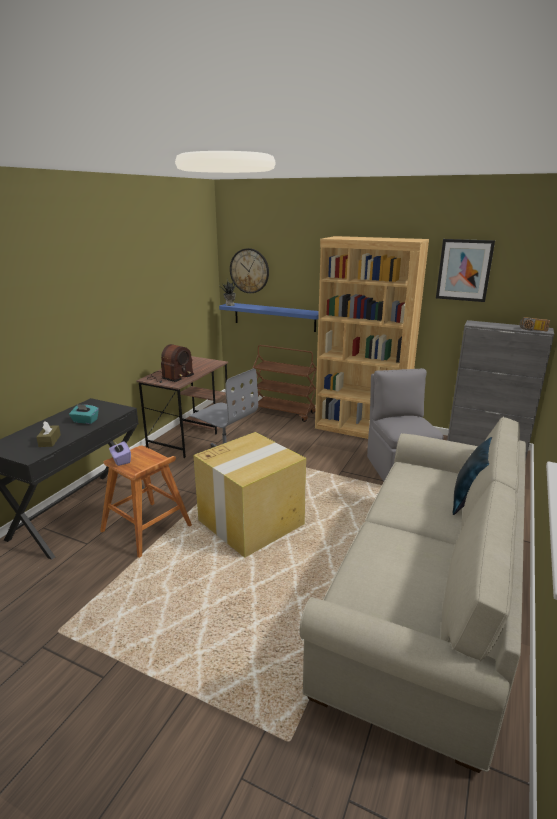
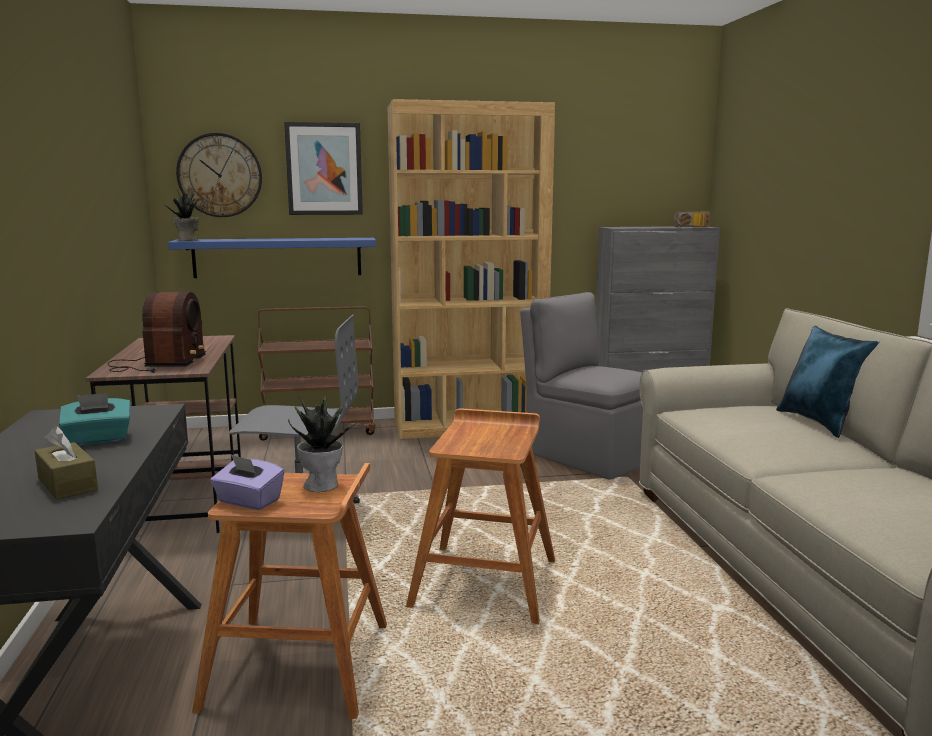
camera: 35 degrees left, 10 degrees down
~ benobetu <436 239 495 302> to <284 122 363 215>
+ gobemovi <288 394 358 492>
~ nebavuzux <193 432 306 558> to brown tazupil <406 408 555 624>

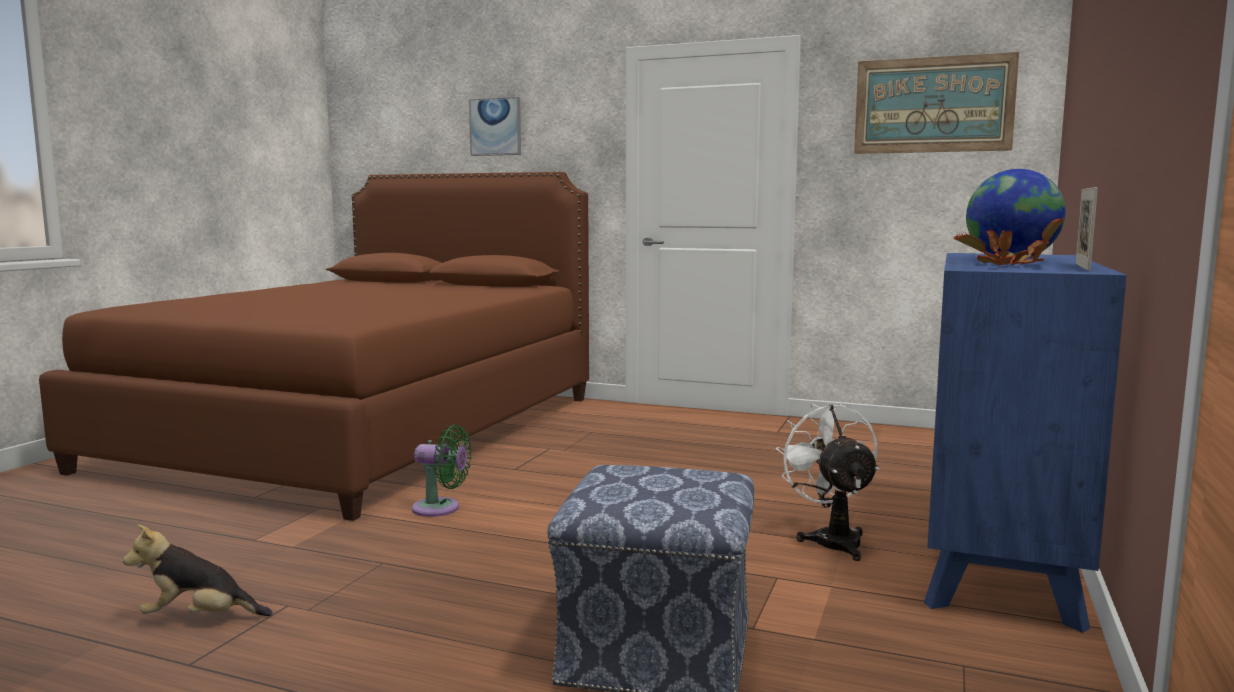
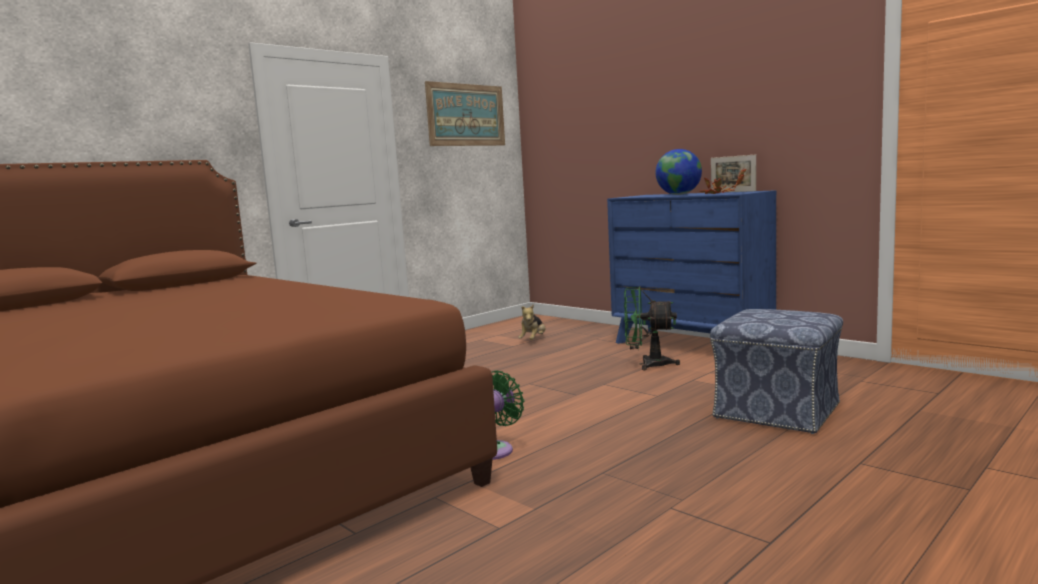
camera: 65 degrees left, 0 degrees up
~ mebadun <123 525 272 616> to <518 304 546 340>
~ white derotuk <776 403 879 561> to green derotuk <624 286 680 370>
- benobetu <469 97 521 156>

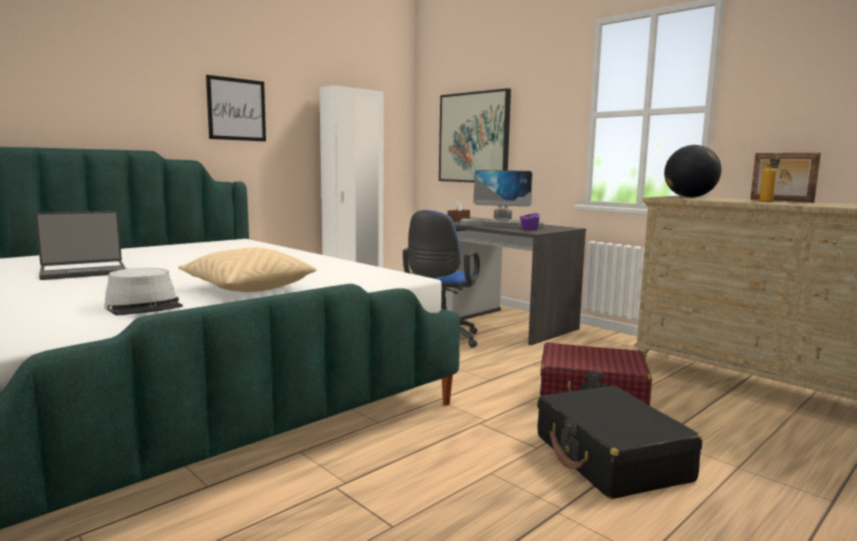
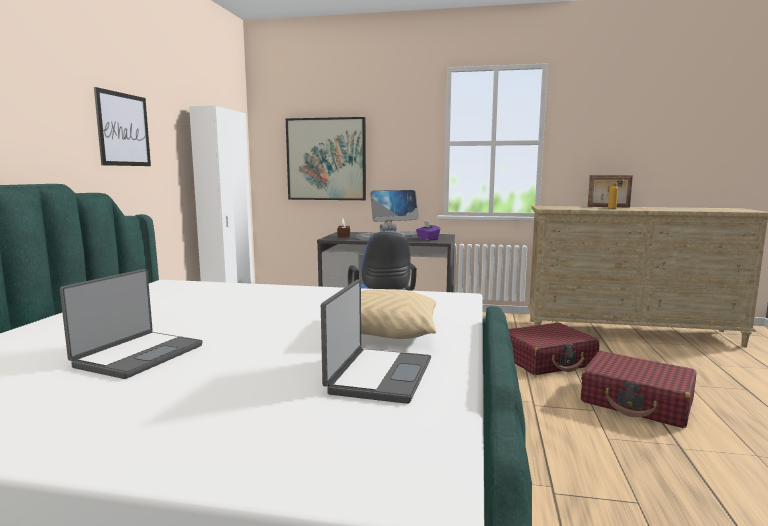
camera: 35 degrees left, 0 degrees up
~ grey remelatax <104 268 183 315> to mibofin <321 279 431 404>
~ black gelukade <537 385 702 499> to red gelukade <581 351 697 428>
- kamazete <664 145 721 198>

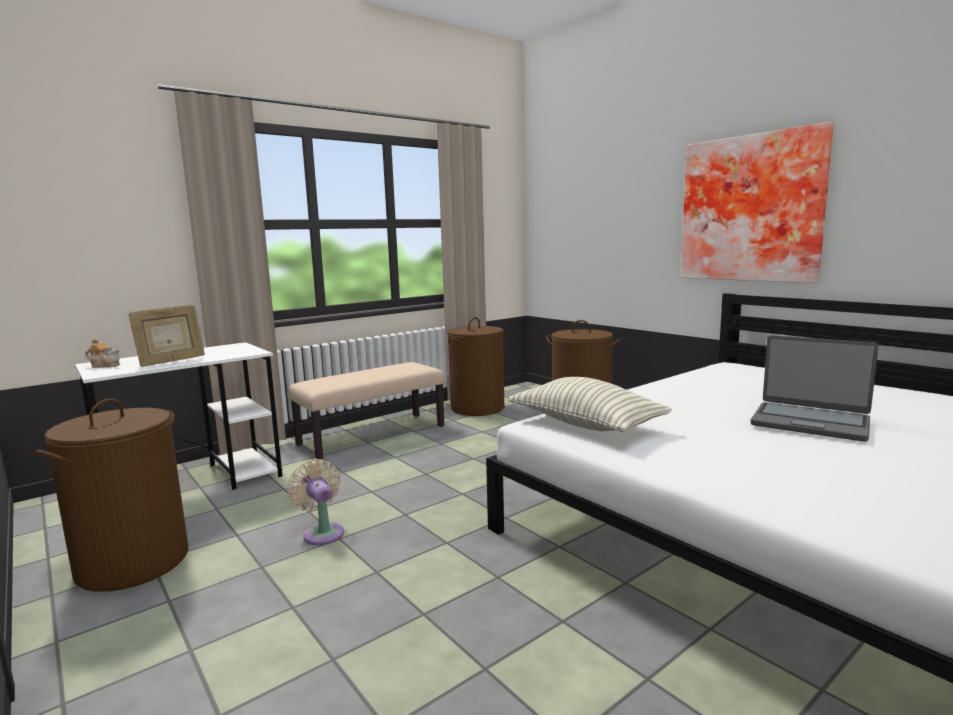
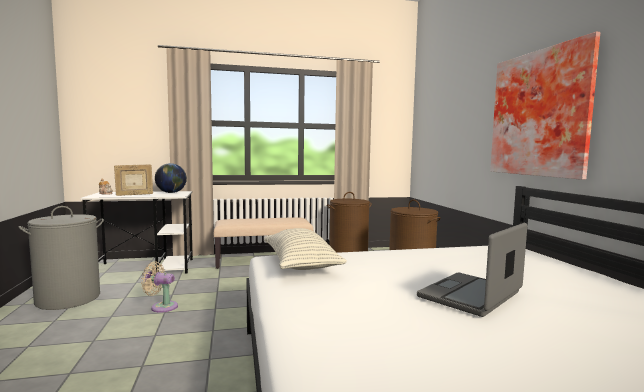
camera: 25 degrees right, 5 degrees down
~ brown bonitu <36 398 189 592> to grey bonitu <19 206 104 310>
~ beige derotuk <287 459 344 545> = <141 262 178 313> 75 degrees counterclockwise
+ kamazete <155 163 187 193>
~ mibofin <751 335 879 442> = <417 223 527 317> 75 degrees clockwise

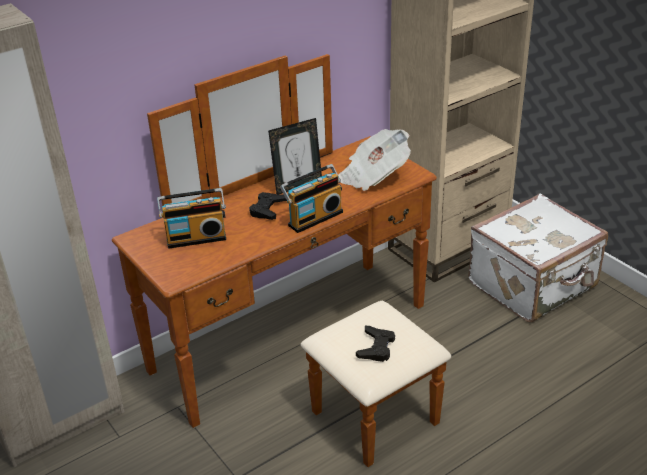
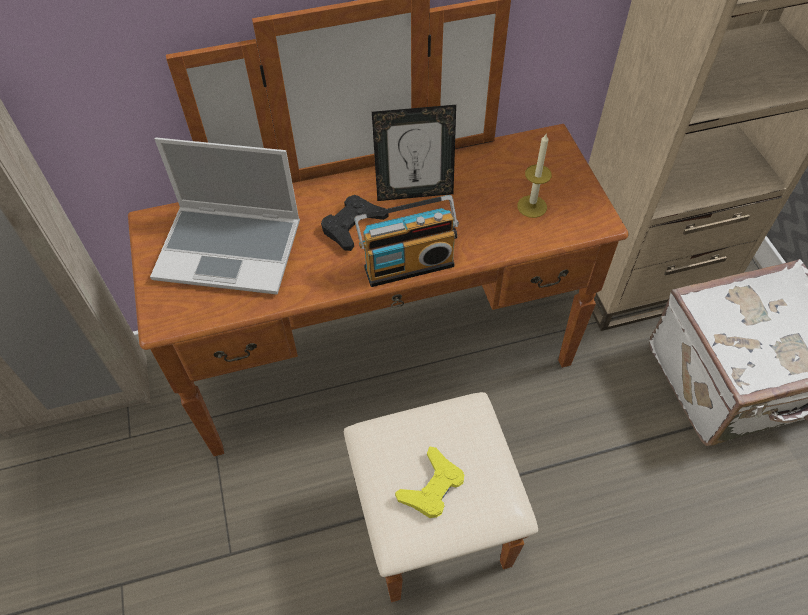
camera: 20 degrees right, 20 degrees up
~ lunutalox <157 188 226 249> to mibofin <150 138 300 295>
~ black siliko <356 326 395 362> to yellow siliko <395 446 464 518>
~ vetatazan <338 129 411 191> to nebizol <517 134 552 218>

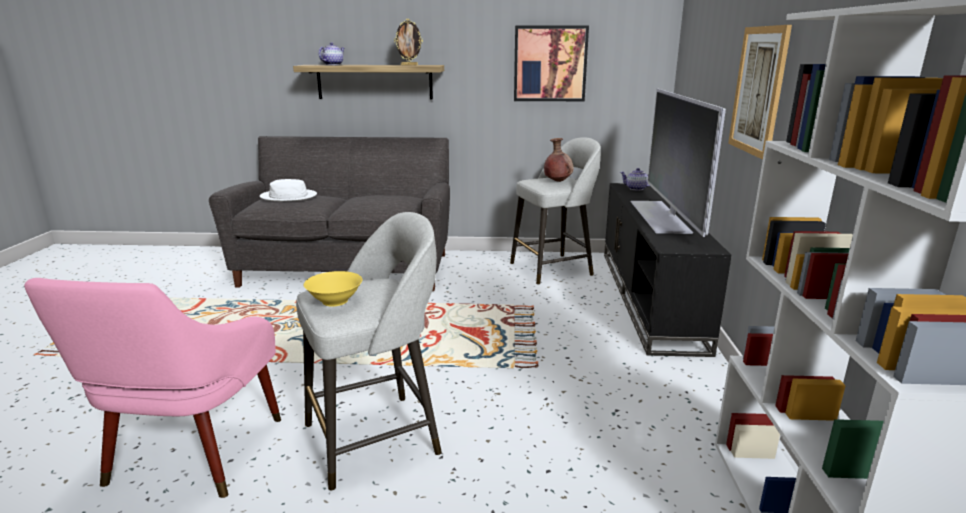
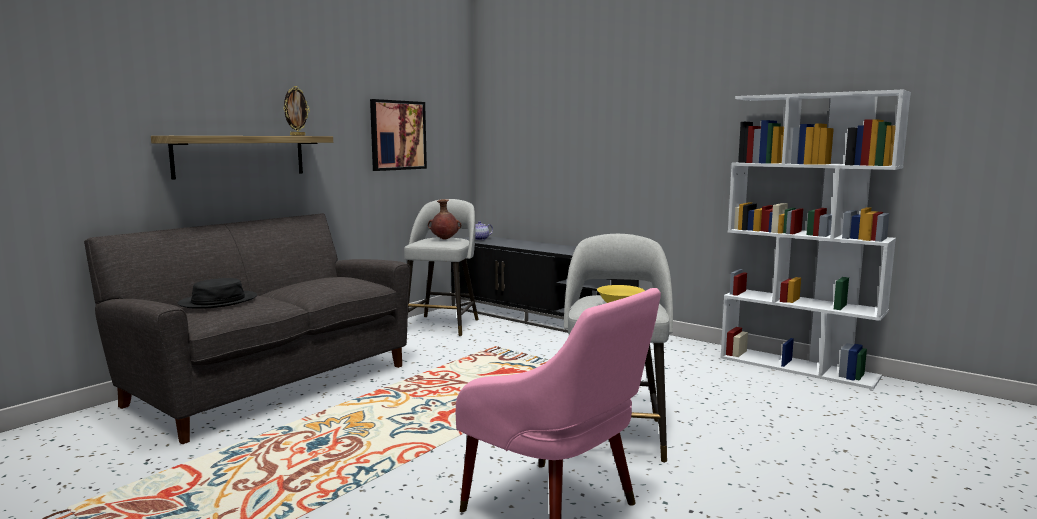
camera: 55 degrees left, 10 degrees down
~ white remelatax <260 179 317 201> to black remelatax <178 278 257 309>
- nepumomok <318 42 345 65>
- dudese <631 89 726 237>
- benobetu <728 25 792 160>

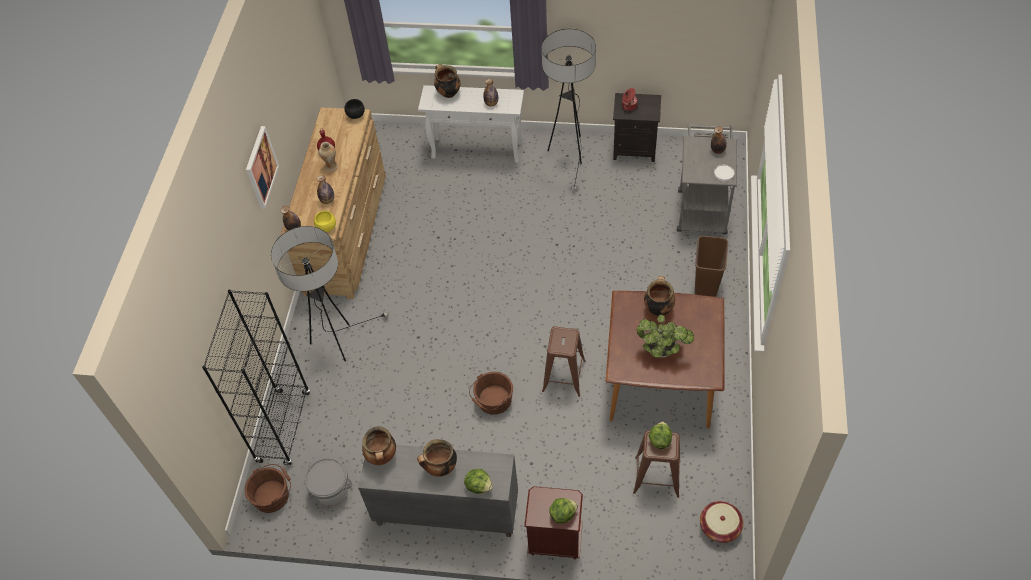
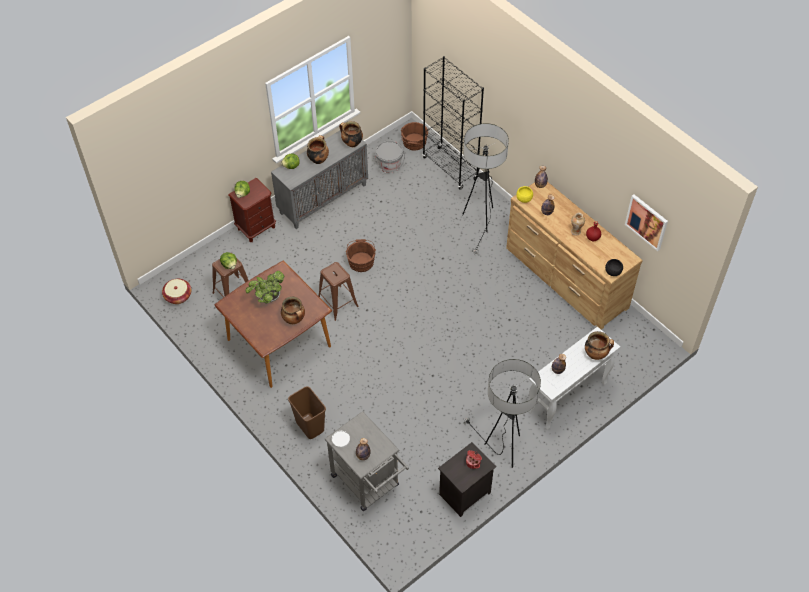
camera: 130 degrees right, 0 degrees up
~ benobetu <246 126 279 209> to <625 194 668 251>

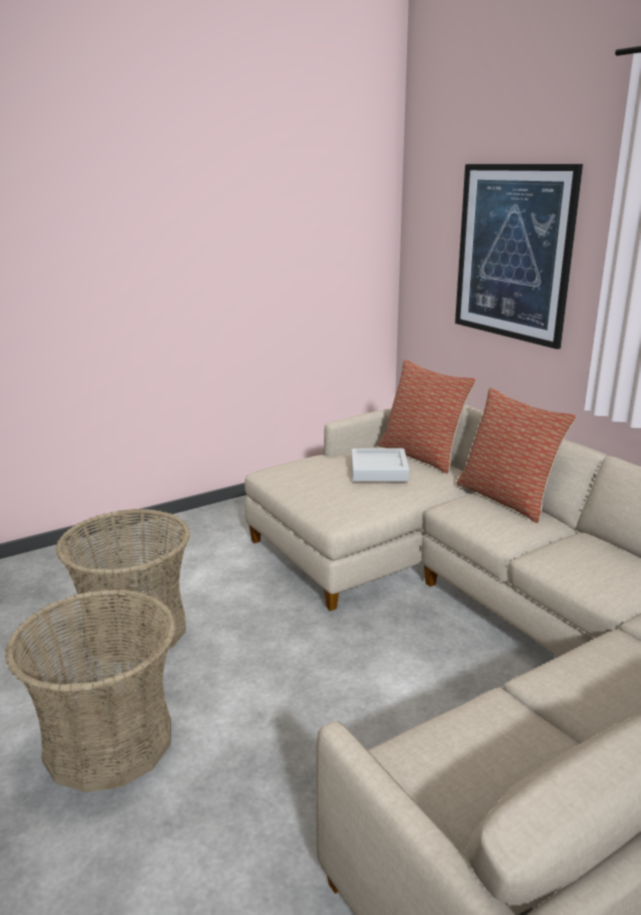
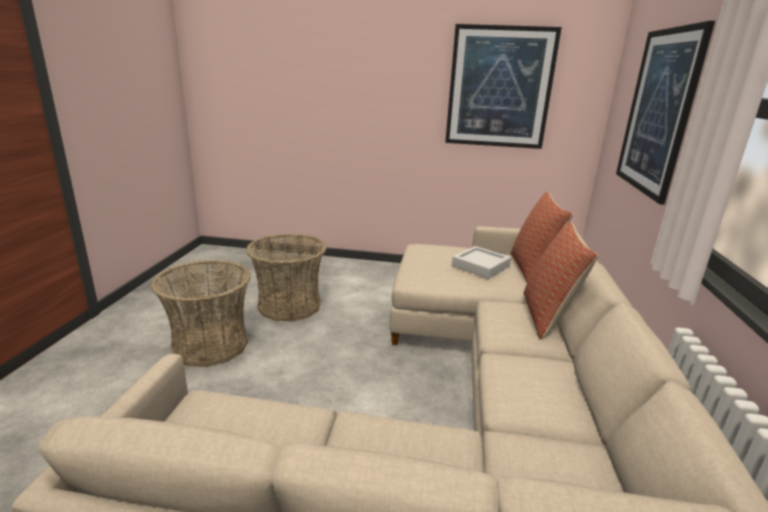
camera: 40 degrees right, 0 degrees up
+ benobetu <445 24 562 149>

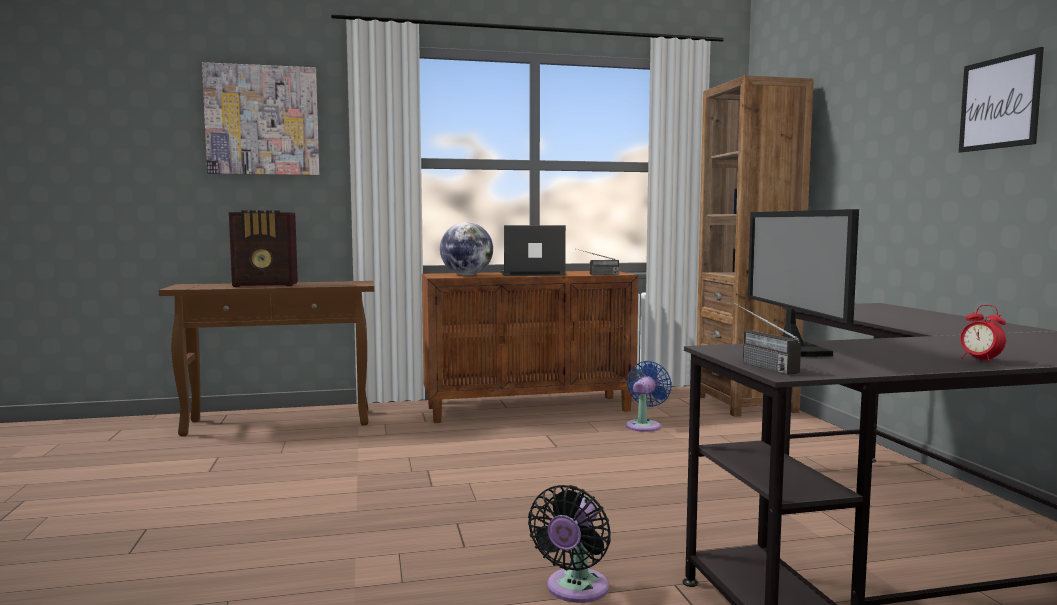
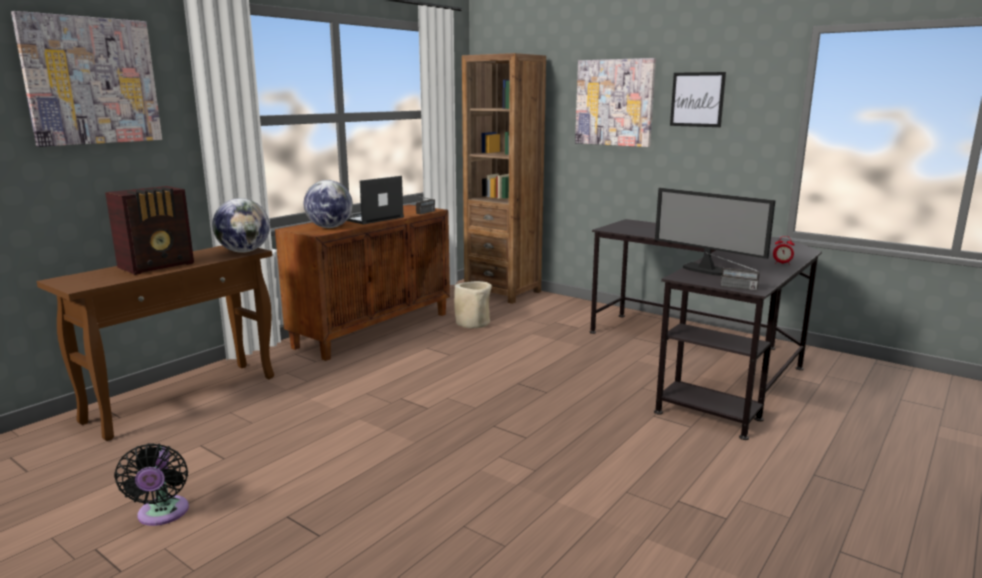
camera: 40 degrees left, 10 degrees up
~ black derotuk <528 485 611 603> to <114 443 189 526>
+ kamazete <212 198 270 253>
~ blue derotuk <626 361 672 432> to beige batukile <454 281 492 328>
+ benobetu <575 58 656 147>

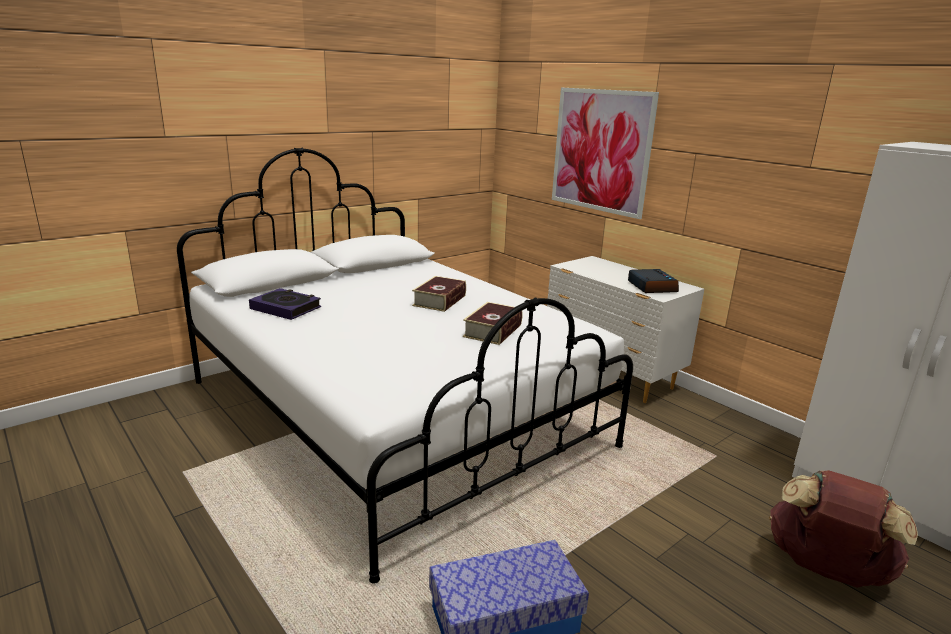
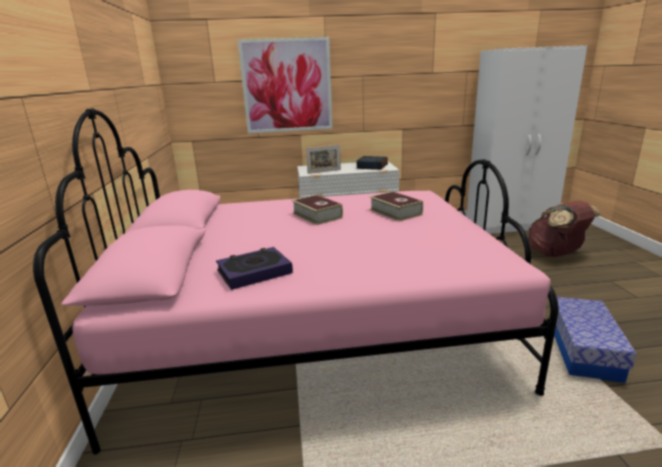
camera: 55 degrees left, 0 degrees up
~ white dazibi <177 148 633 584> to pink dazibi <33 108 559 455>
+ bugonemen <306 145 341 174>

